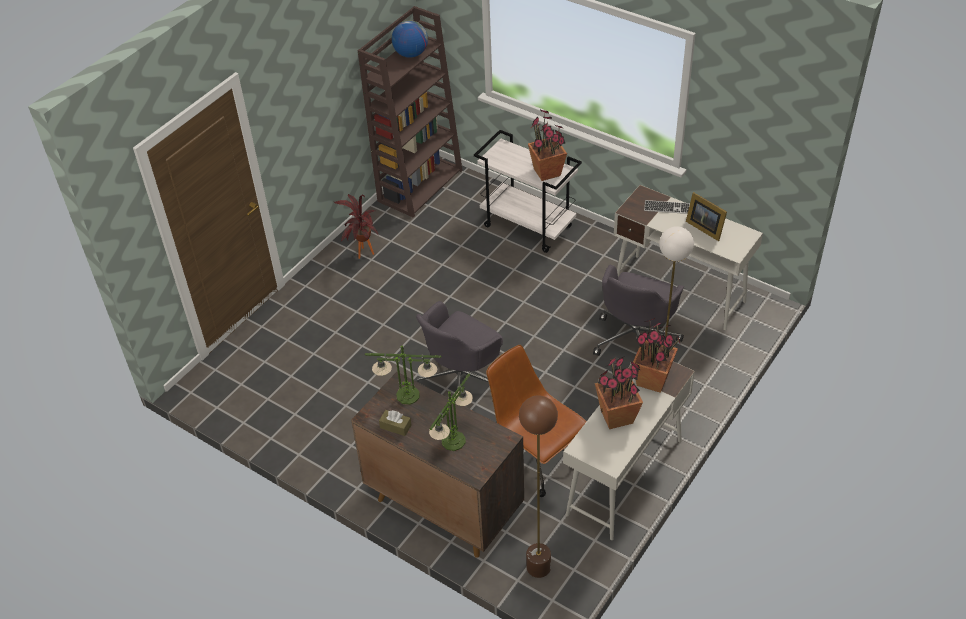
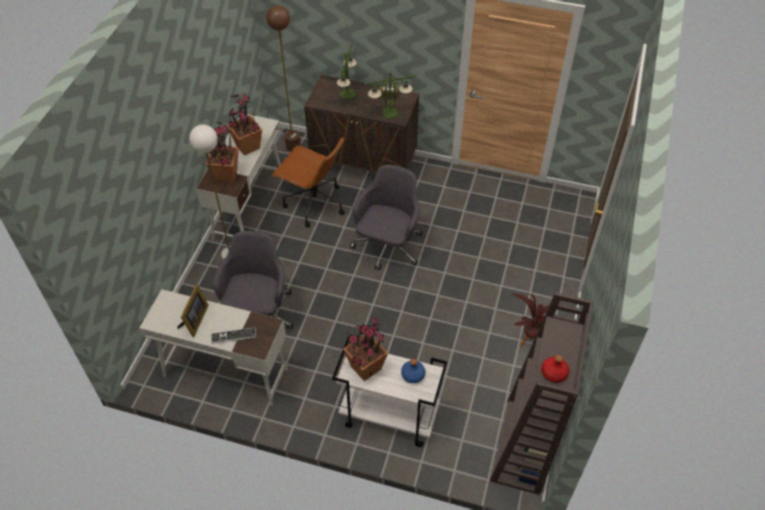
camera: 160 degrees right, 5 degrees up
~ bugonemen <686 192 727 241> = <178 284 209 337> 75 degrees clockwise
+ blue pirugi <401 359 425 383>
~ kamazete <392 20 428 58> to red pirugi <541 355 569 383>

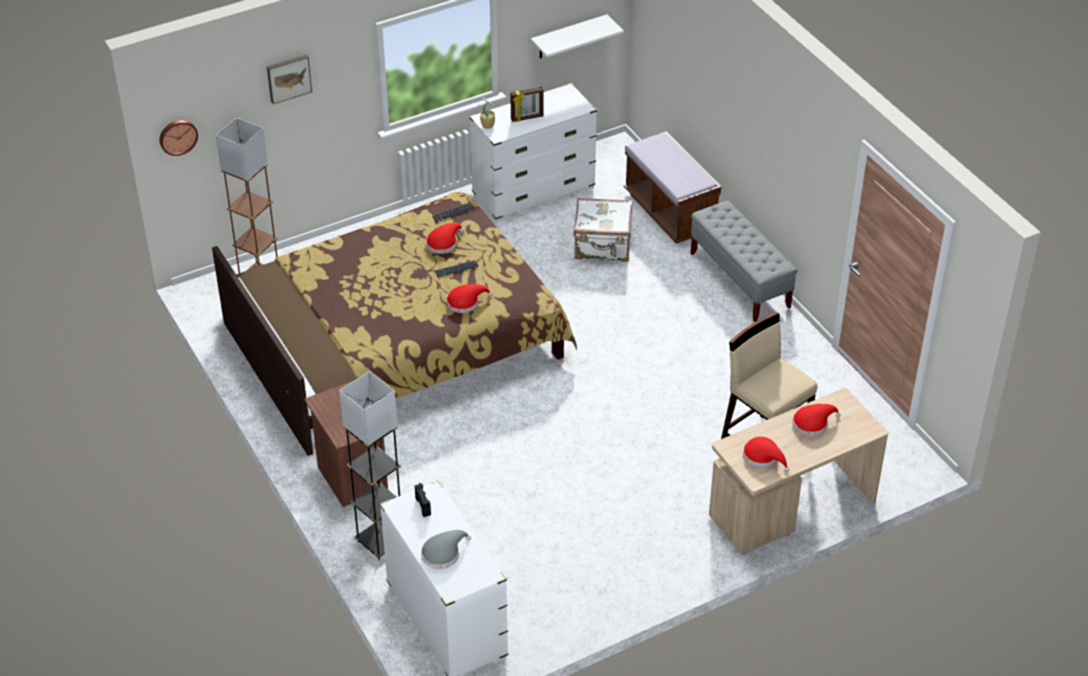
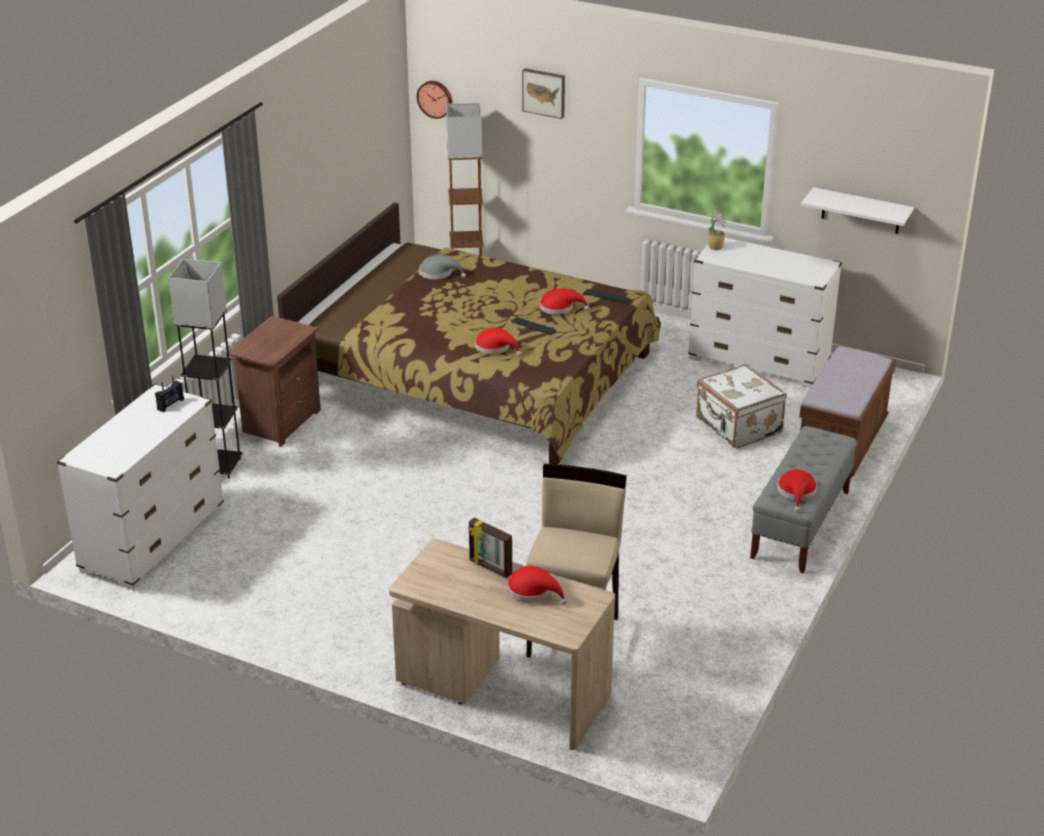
camera: 55 degrees right, 10 degrees down
~ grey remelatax <421 530 471 569> to <419 255 466 280>
~ bugonemen <510 87 543 122> to <468 518 512 578>
~ red remelatax <743 437 789 472> to <777 469 817 512>

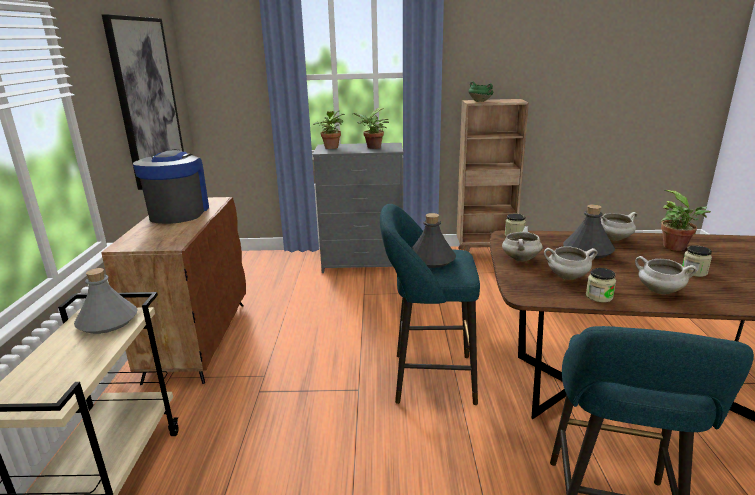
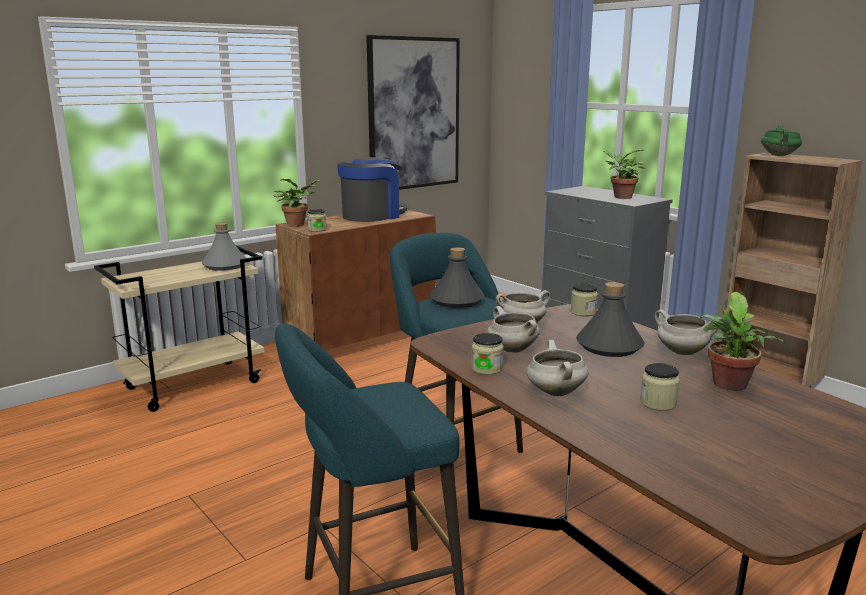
camera: 50 degrees right, 5 degrees down
~ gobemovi <313 110 345 149> to <273 179 320 227>
+ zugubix <307 209 326 232>

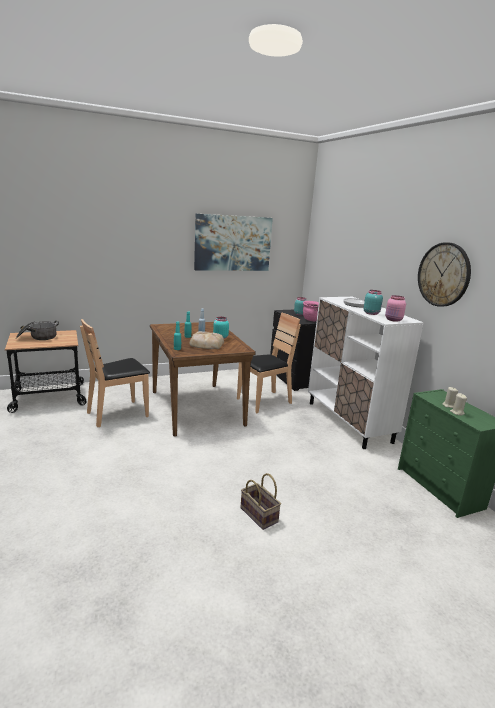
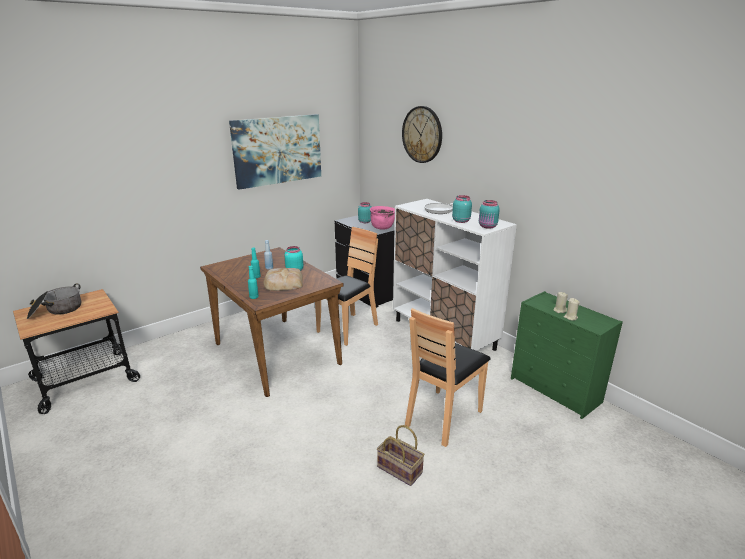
camera: 15 degrees left, 5 degrees up
~ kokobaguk <418 242 471 307> to <402 106 442 163>
~ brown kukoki <80 319 150 427> to <405 308 491 447>
~ pink zugubix <385 295 406 322> to turquoise zugubix <479 200 500 229>

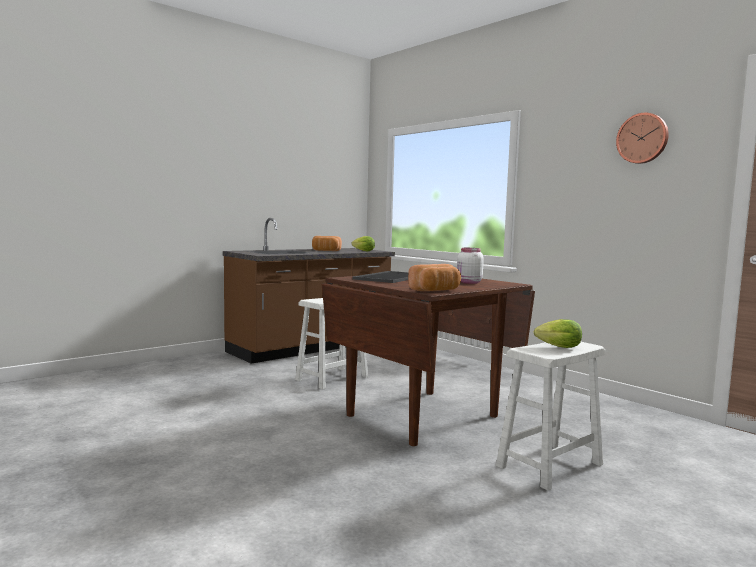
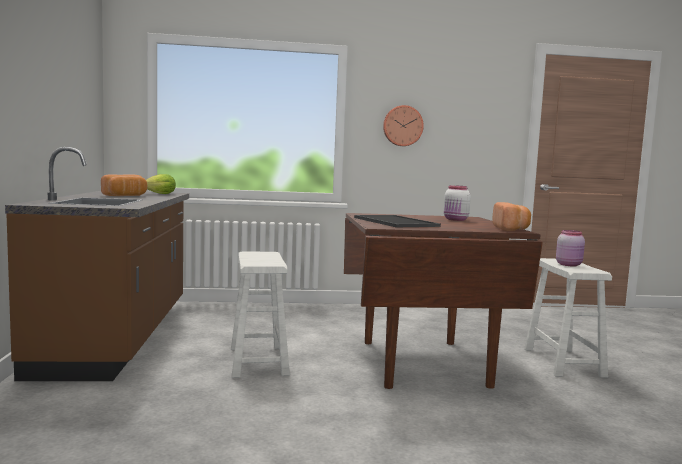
camera: 55 degrees left, 0 degrees up
~ kokobaguk <616 113 669 164> to <383 105 424 146>
~ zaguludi <534 319 582 348> to pink zugubix <556 230 585 267>

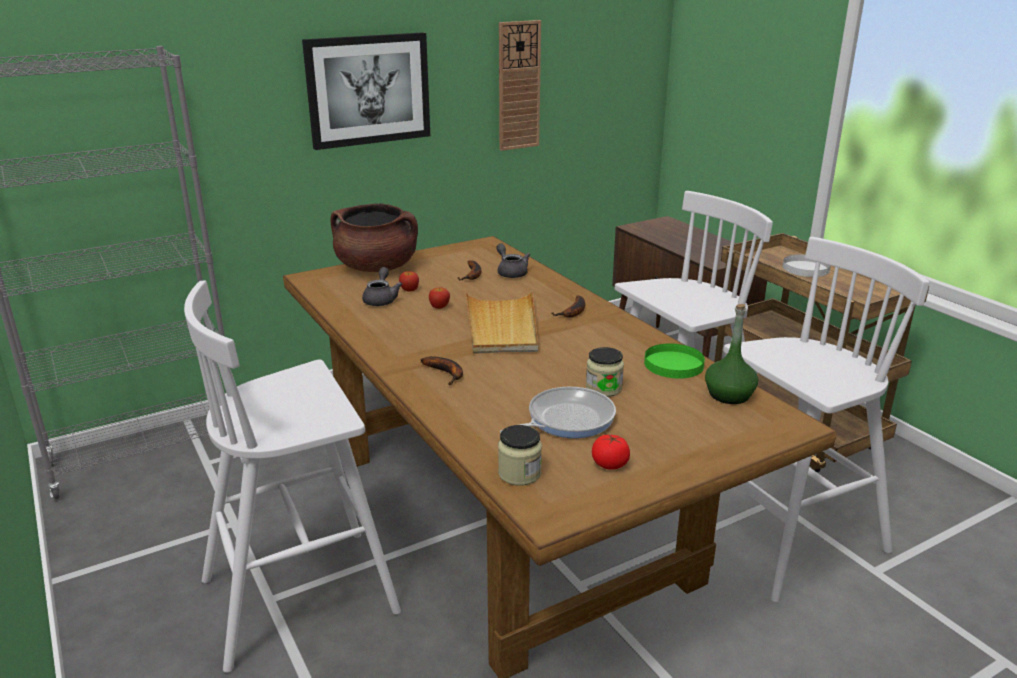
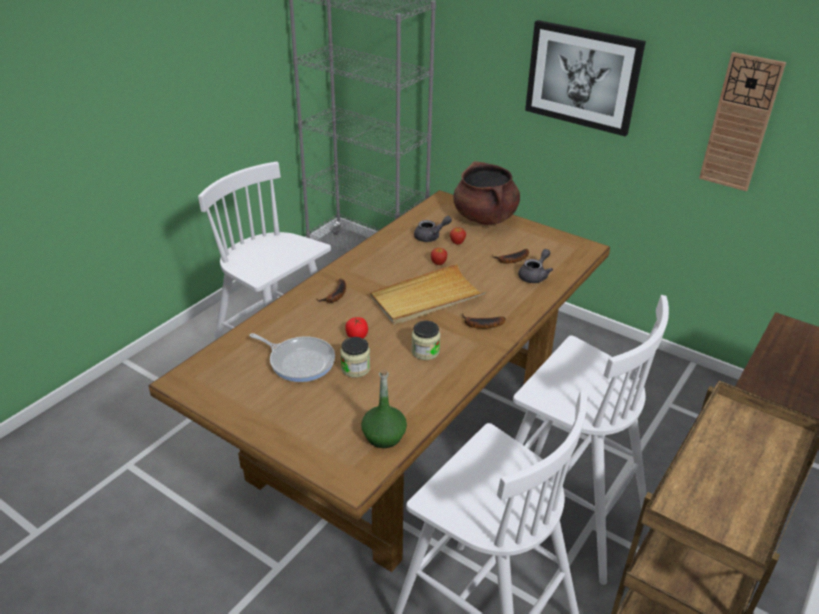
camera: 65 degrees right, 10 degrees up
~ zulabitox <592 435 630 470> to <345 317 368 339>
~ zugubix <498 425 542 486> to <411 321 440 360>
- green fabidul <644 343 705 379>
- white fabidul <783 254 831 277>

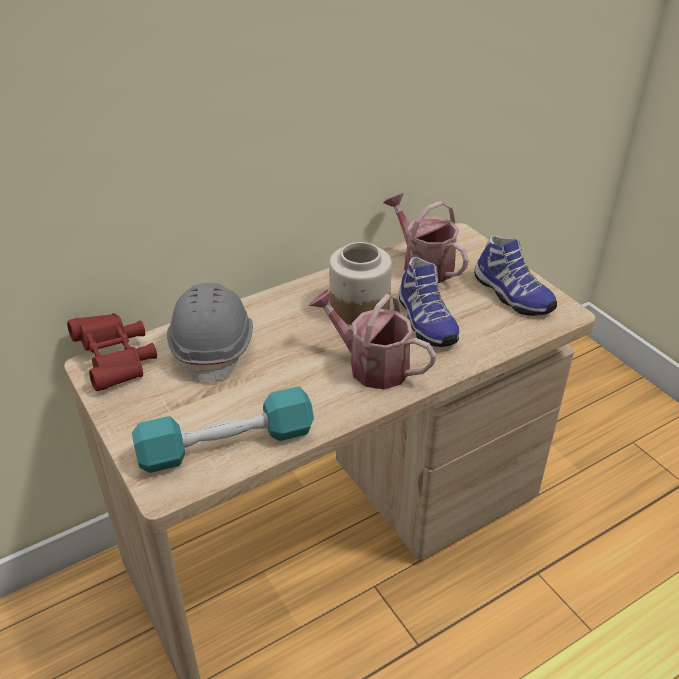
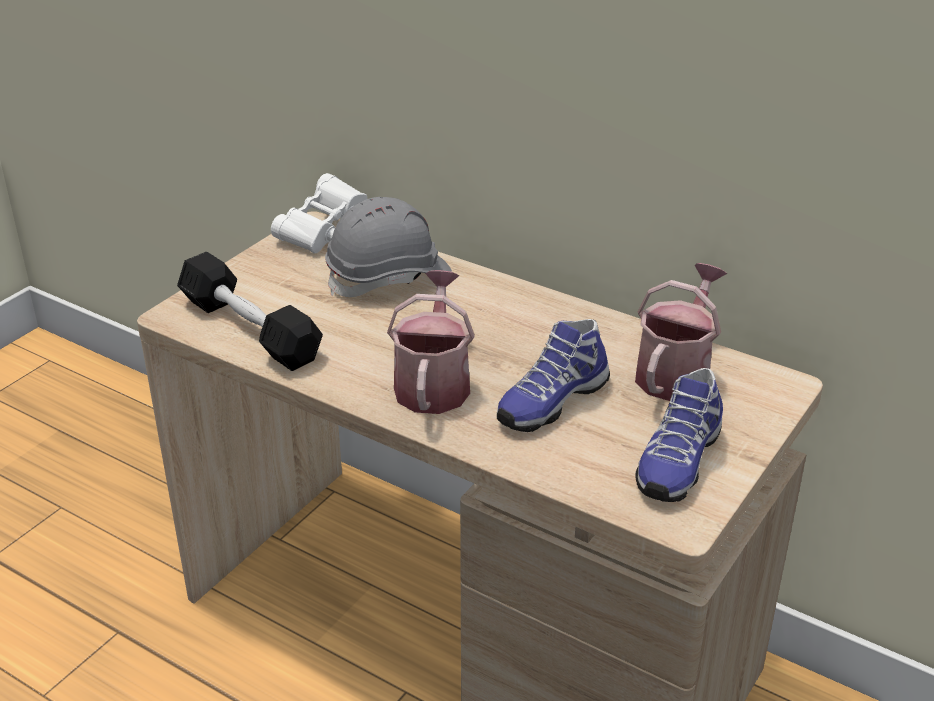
camera: 65 degrees right, 5 degrees down
~ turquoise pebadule <132 386 314 473> to black pebadule <177 252 323 371>
~ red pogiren <67 313 157 391> to white pogiren <271 173 367 253>
- zugubix <329 242 392 325>

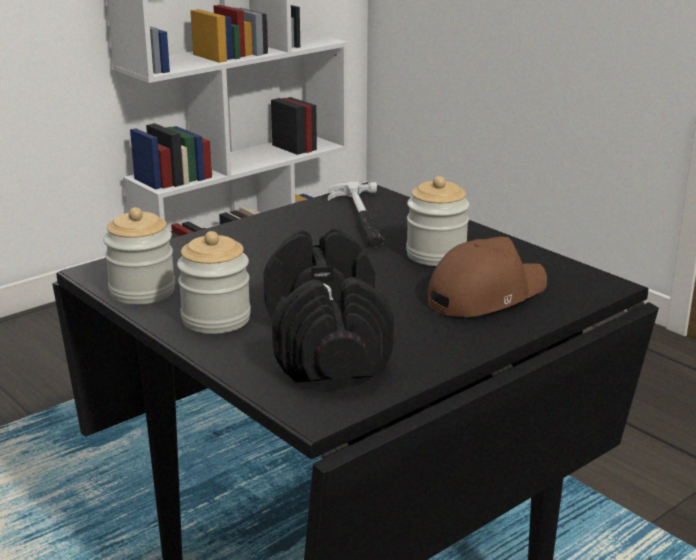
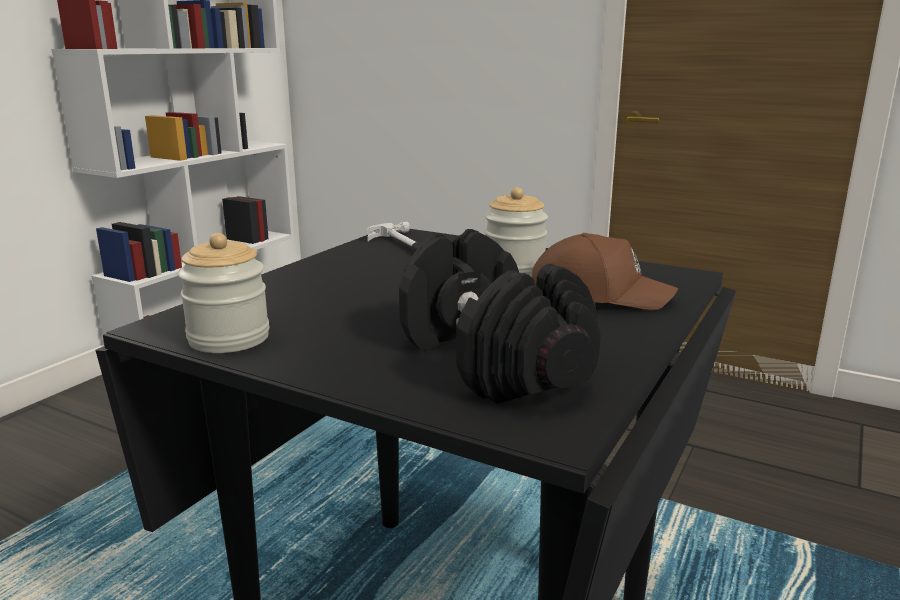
camera: 20 degrees left, 5 degrees down
~ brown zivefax <428 237 547 317> = <532 233 678 311> 75 degrees clockwise
- zugubix <177 231 251 334>

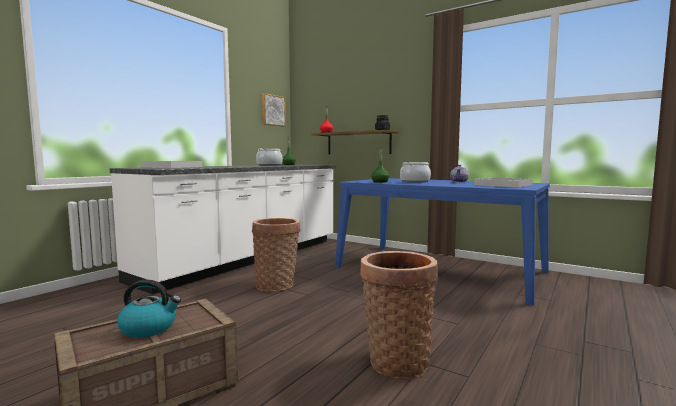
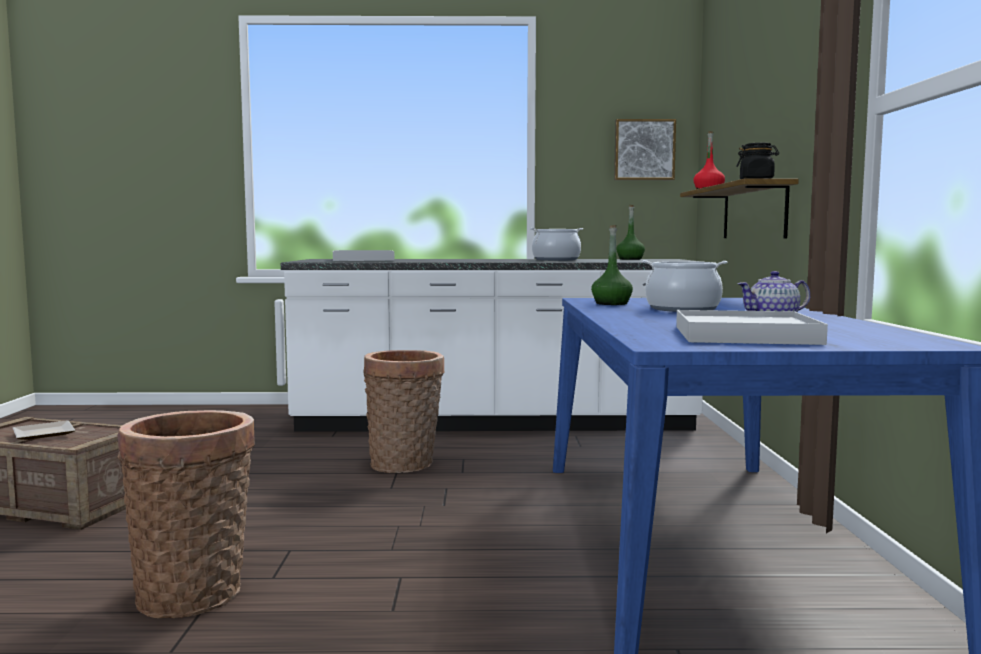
camera: 55 degrees right, 0 degrees up
~ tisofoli <117 279 181 338> to fabidul <13 421 75 440>

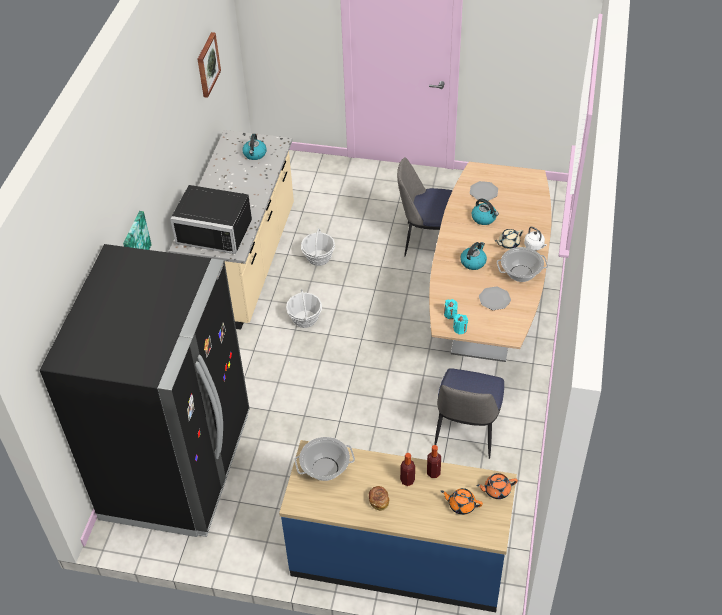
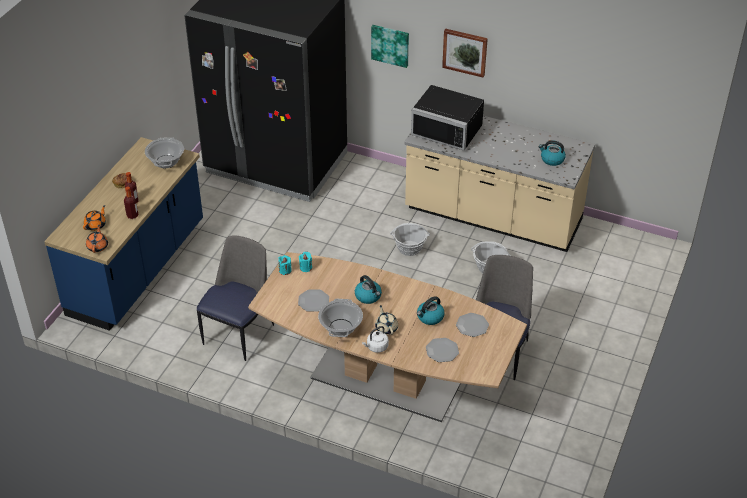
camera: 100 degrees right, 5 degrees down
~ kukoki <434 368 504 459> = <197 235 274 361> 90 degrees clockwise
~ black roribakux <170 185 252 254> = <411 85 484 151> 90 degrees counterclockwise
+ fabidul <426 338 459 362>
~ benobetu <198 32 221 98> to <442 29 488 78>

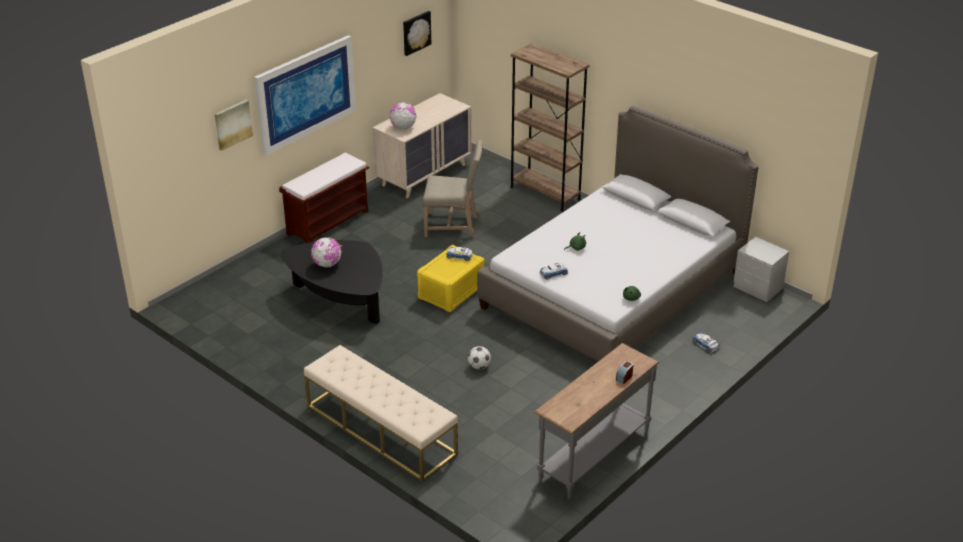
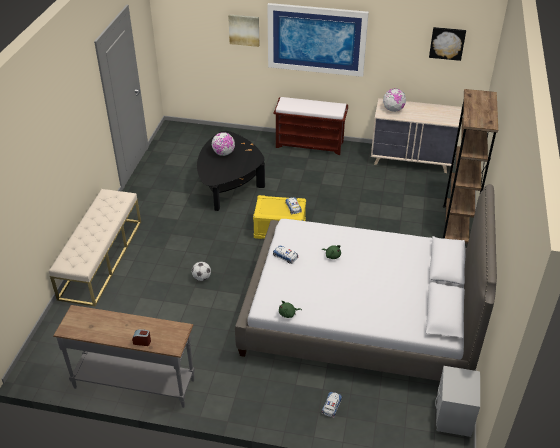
camera: 60 degrees right, 5 degrees up
- beige kukoki <423 140 483 237>

